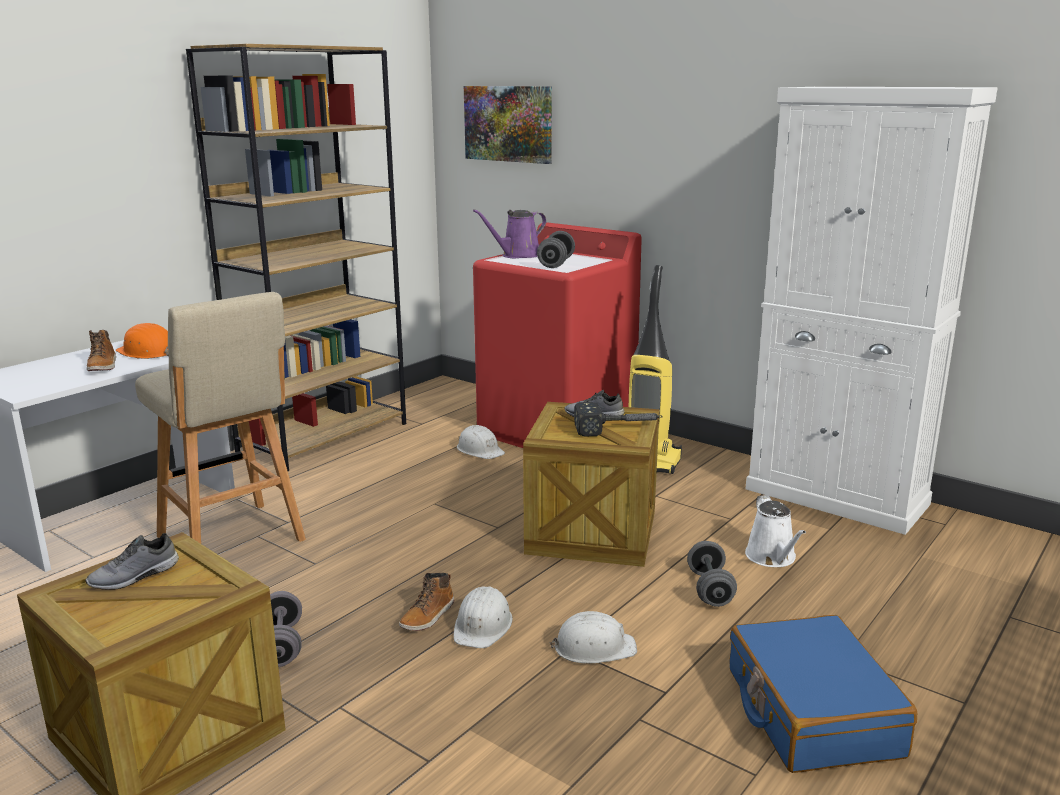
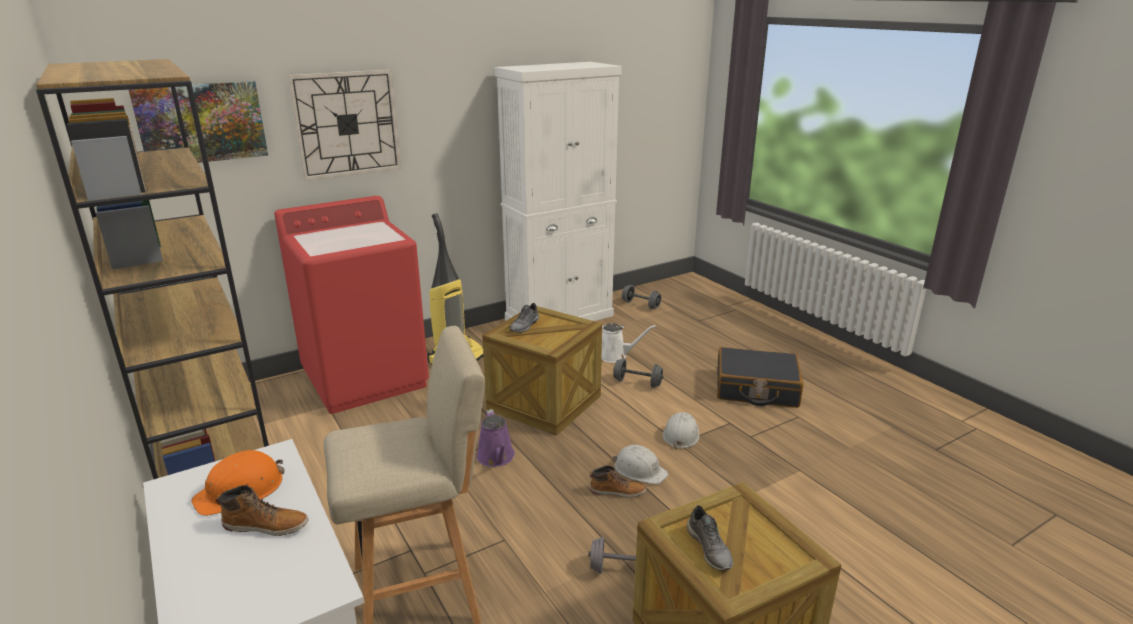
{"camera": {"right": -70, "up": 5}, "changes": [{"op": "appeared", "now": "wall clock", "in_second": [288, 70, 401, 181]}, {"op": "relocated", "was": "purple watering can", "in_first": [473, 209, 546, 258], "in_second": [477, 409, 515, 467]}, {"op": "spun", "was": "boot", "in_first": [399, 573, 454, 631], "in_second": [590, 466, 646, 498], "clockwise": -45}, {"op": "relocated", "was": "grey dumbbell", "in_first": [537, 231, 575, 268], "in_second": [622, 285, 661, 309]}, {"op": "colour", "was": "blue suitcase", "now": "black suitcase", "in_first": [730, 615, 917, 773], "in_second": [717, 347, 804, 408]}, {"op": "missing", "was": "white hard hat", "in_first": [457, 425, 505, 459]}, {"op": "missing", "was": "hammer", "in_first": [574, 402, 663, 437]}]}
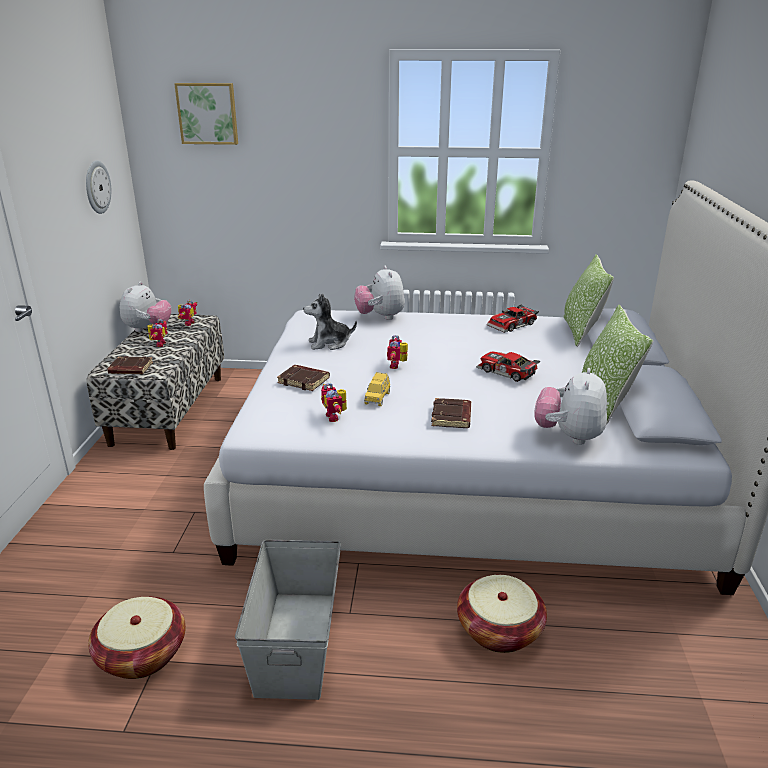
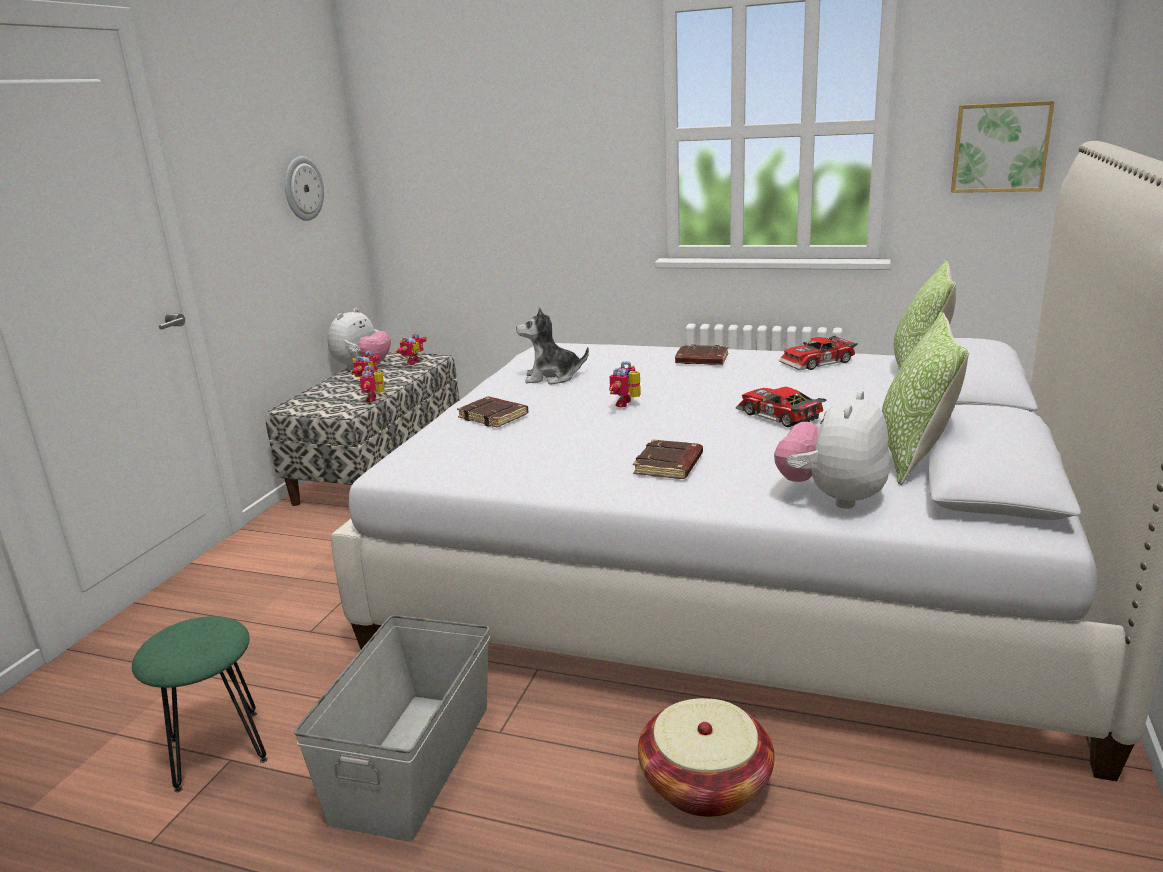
{"camera": {"right": 15, "up": -5}, "changes": [{"op": "exchanged", "was": "basket", "now": "green stool", "in_first": [88, 596, 186, 679], "in_second": [132, 616, 268, 792]}, {"op": "relocated", "was": "toy robot", "in_first": [321, 383, 347, 422], "in_second": [360, 365, 385, 402]}, {"op": "relocated", "was": "brown book", "in_first": [107, 356, 153, 374], "in_second": [675, 345, 728, 365]}, {"op": "relocated", "was": "picture", "in_first": [174, 83, 238, 145], "in_second": [951, 101, 1055, 193]}, {"op": "missing", "was": "plush toy", "in_first": [354, 265, 405, 320]}, {"op": "missing", "was": "yellow toy car", "in_first": [364, 372, 390, 406]}]}
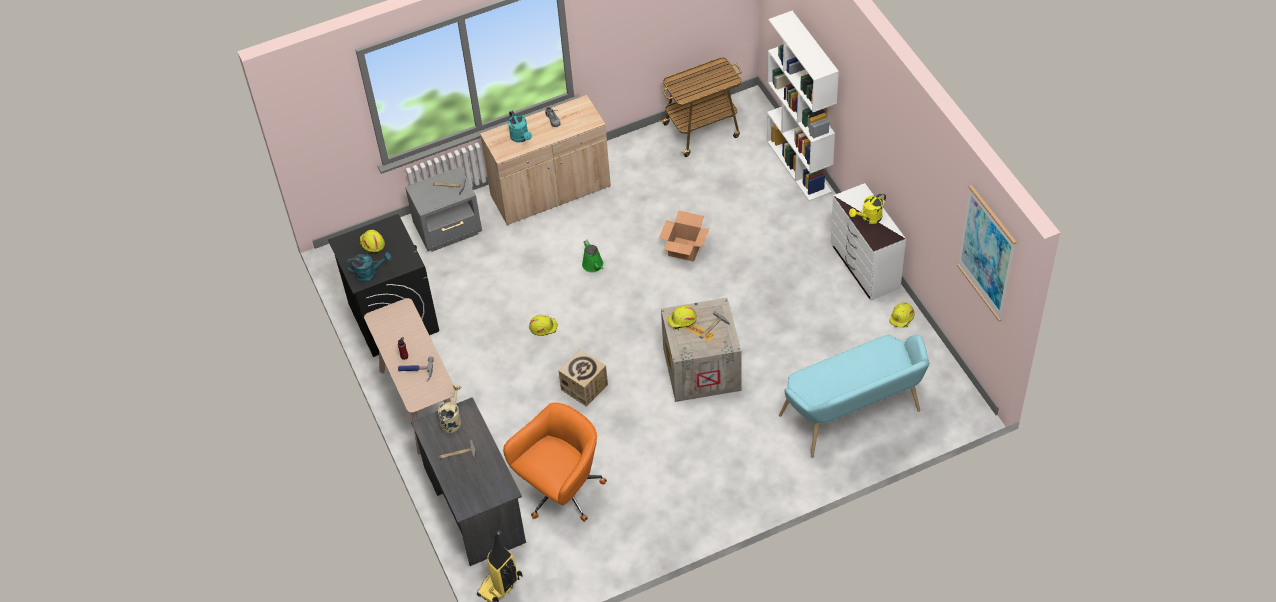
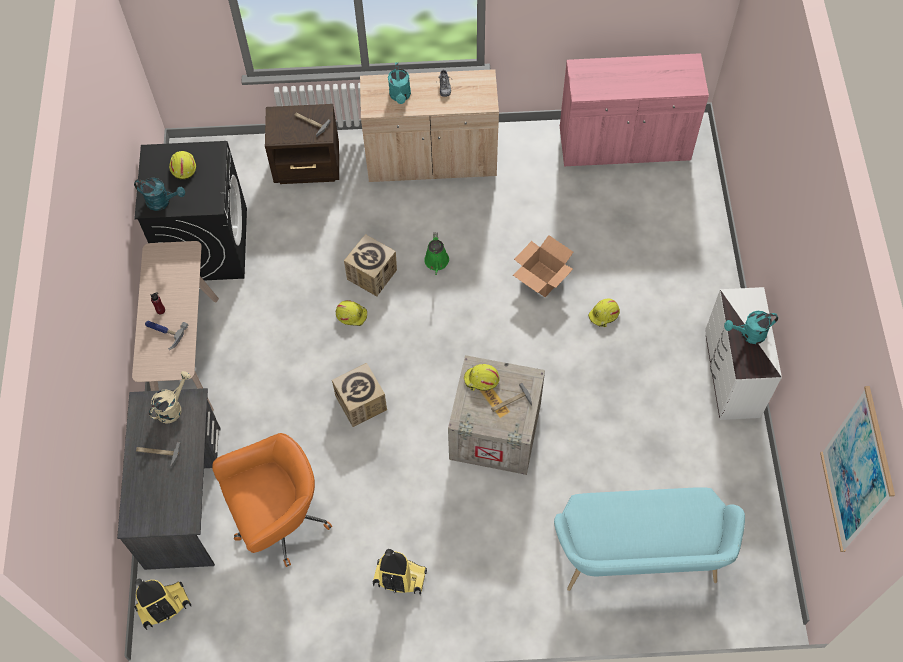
{"camera": {"right": 20, "up": 10}, "changes": [{"op": "colour", "was": "grey nightstand", "now": "brown nightstand", "in_first": [405, 167, 482, 252], "in_second": [265, 104, 339, 184]}, {"op": "appeared", "now": "cardboard box", "in_second": [344, 234, 397, 297]}, {"op": "appeared", "now": "vacuum cleaner", "in_second": [373, 549, 427, 595]}, {"op": "exchanged", "was": "cart", "now": "pink cabinet", "in_first": [660, 57, 742, 157], "in_second": [560, 53, 709, 166]}, {"op": "relocated", "was": "yellow hard hat", "in_first": [890, 302, 915, 328], "in_second": [588, 299, 620, 327]}, {"op": "colour", "was": "yellow watering can", "now": "turquoise watering can", "in_first": [849, 193, 886, 224], "in_second": [724, 311, 778, 344]}, {"op": "missing", "was": "white bookcase", "in_first": [767, 11, 839, 201]}]}
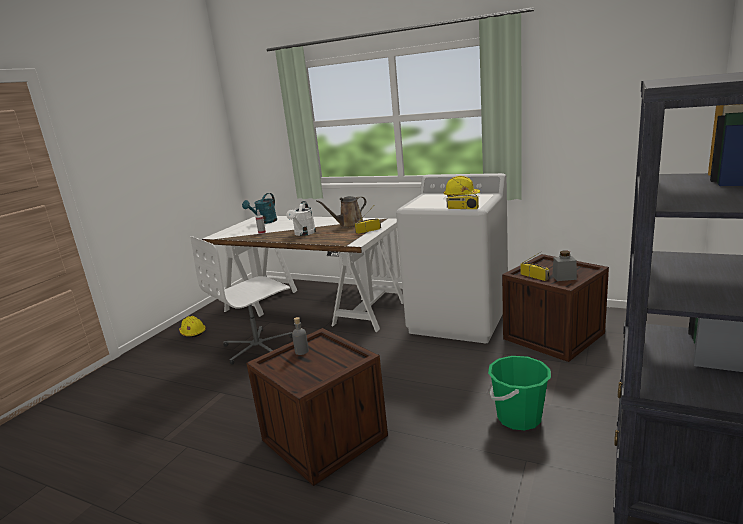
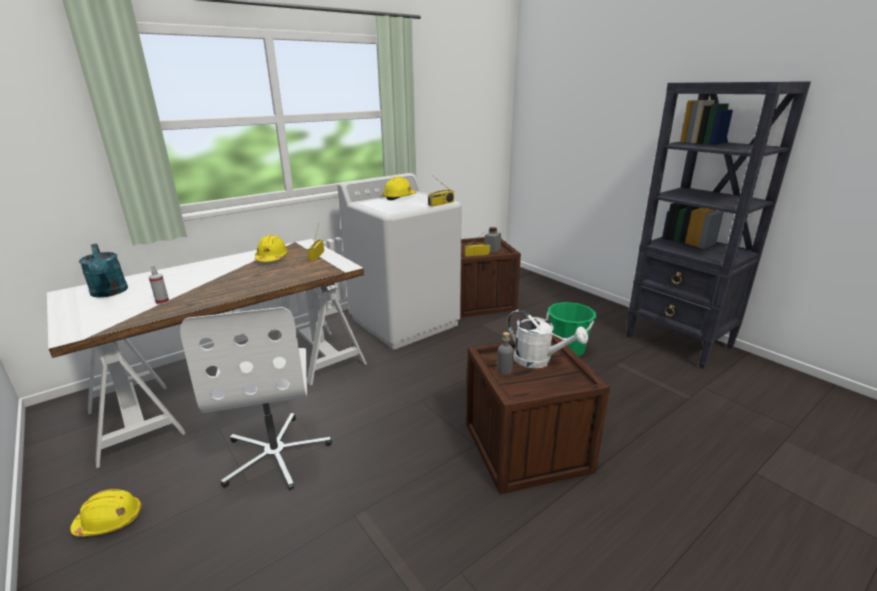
{"camera": {"right": -65, "up": 5}, "changes": [{"op": "exchanged", "was": "brown watering can", "now": "yellow hard hat", "in_first": [316, 196, 366, 228], "in_second": [255, 235, 288, 262]}, {"op": "relocated", "was": "white watering can", "in_first": [286, 201, 316, 236], "in_second": [507, 309, 588, 368]}]}
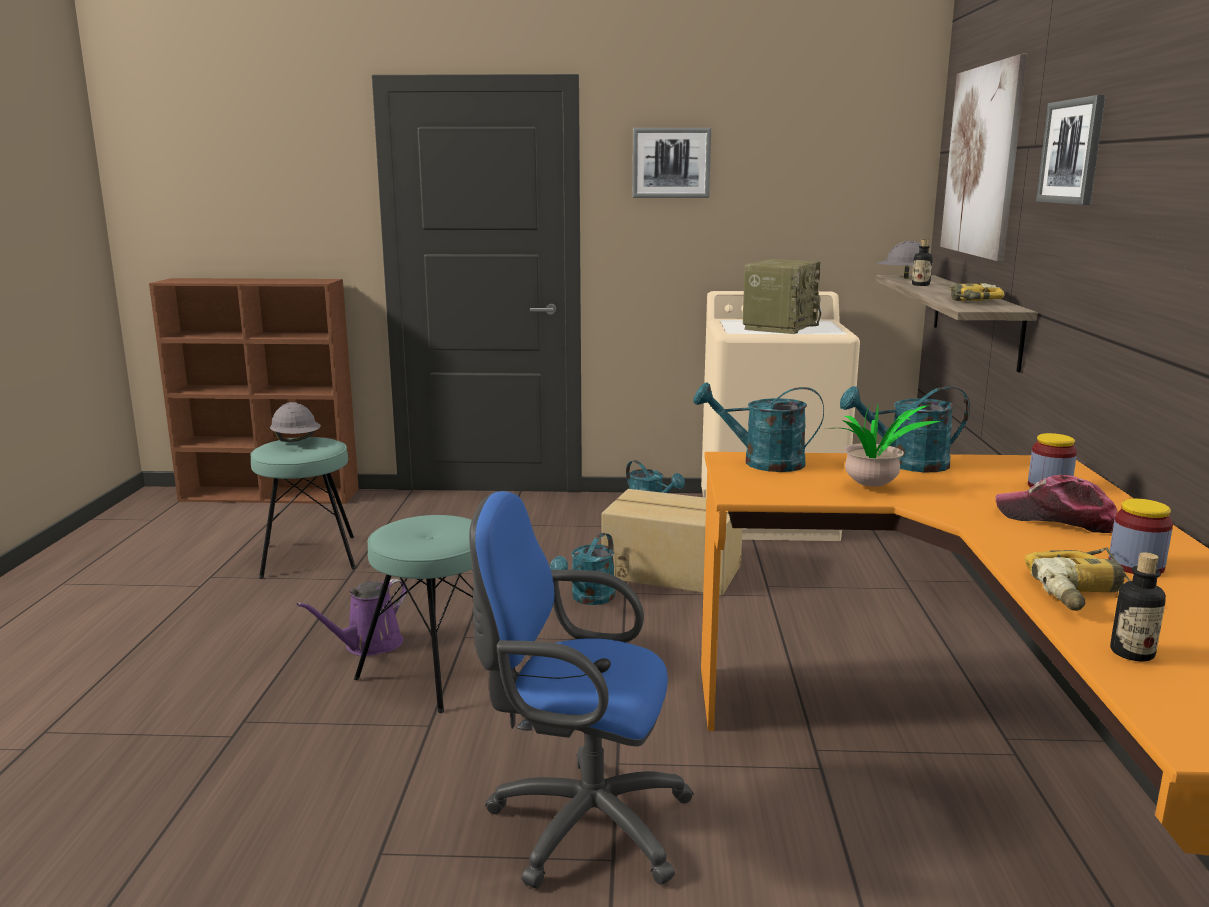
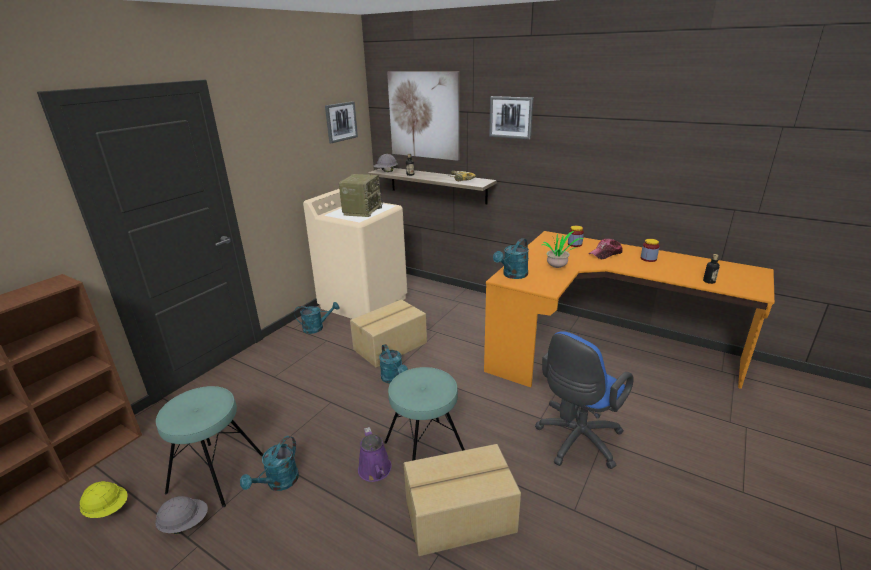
{"camera": {"right": -60, "up": 10}, "changes": [{"op": "appeared", "now": "yellow hard hat", "in_second": [80, 481, 128, 518]}, {"op": "relocated", "was": "grey hard hat", "in_first": [270, 402, 321, 442], "in_second": [155, 496, 208, 534]}, {"op": "relocated", "was": "turquoise watering can", "in_first": [840, 386, 970, 472], "in_second": [240, 436, 299, 491]}, {"op": "relocated", "was": "picture", "in_first": [633, 128, 711, 198], "in_second": [325, 101, 358, 143]}, {"op": "spun", "was": "radio", "in_first": [743, 259, 821, 334], "in_second": [339, 174, 383, 217], "clockwise": 45}, {"op": "appeared", "now": "cardboard box", "in_second": [404, 444, 521, 556]}, {"op": "missing", "was": "power drill", "in_first": [1025, 547, 1131, 611]}]}
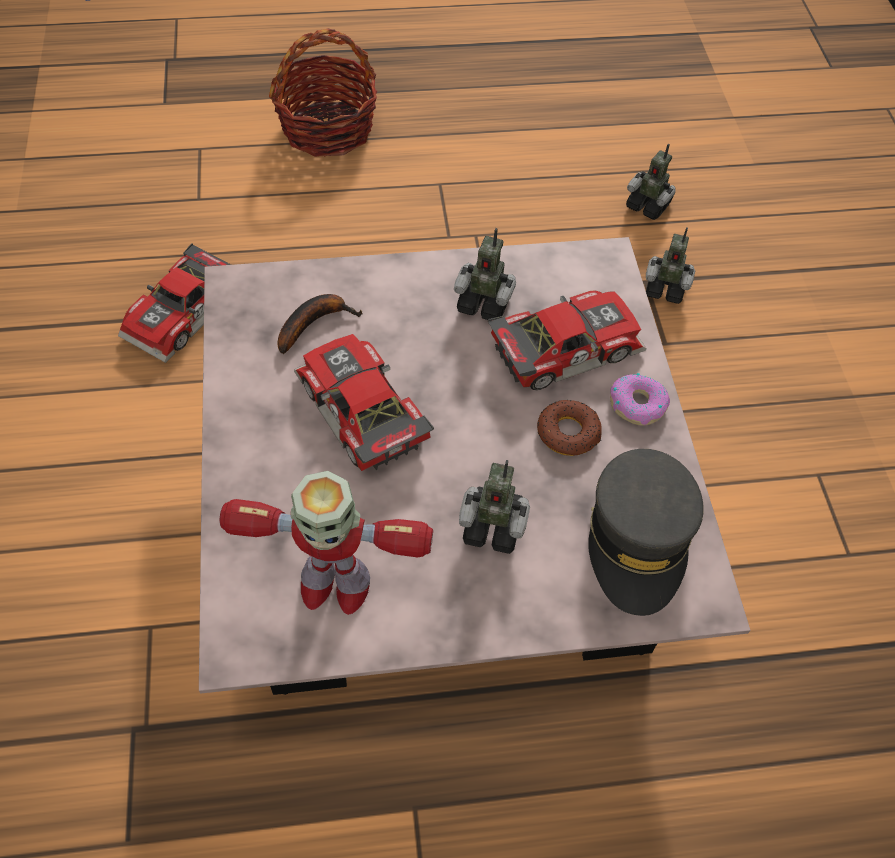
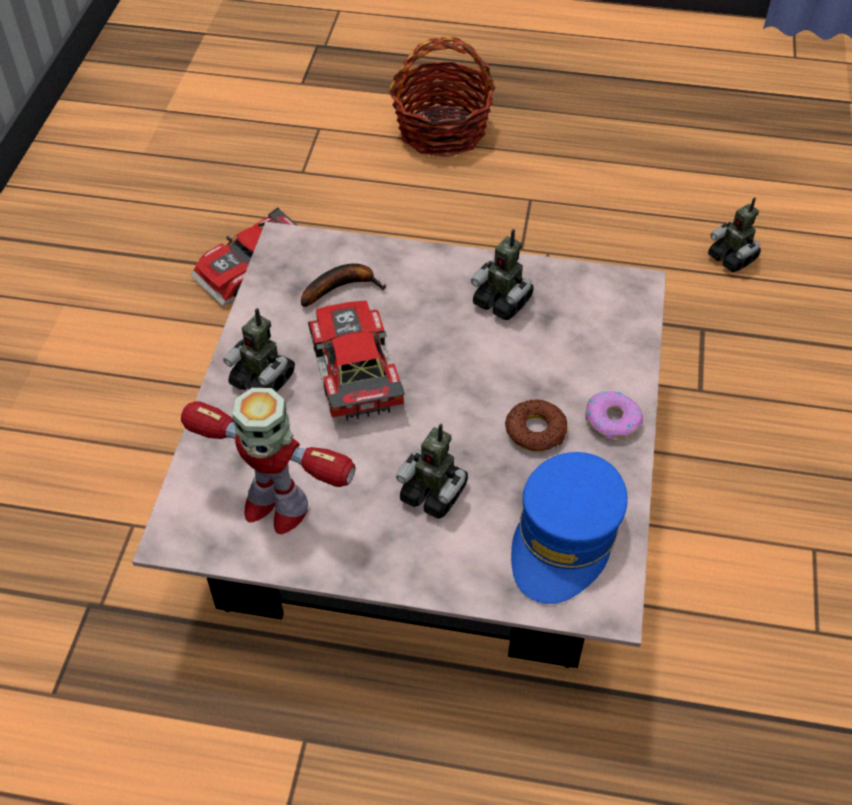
{"camera": {"right": 20, "up": -5}, "changes": [{"op": "relocated", "was": "toy robot", "in_first": [646, 227, 695, 304], "in_second": [223, 308, 295, 392]}, {"op": "colour", "was": "grey cap", "now": "blue cap", "in_first": [588, 449, 704, 616], "in_second": [511, 452, 628, 604]}, {"op": "missing", "was": "toy car", "in_first": [488, 290, 647, 390]}]}
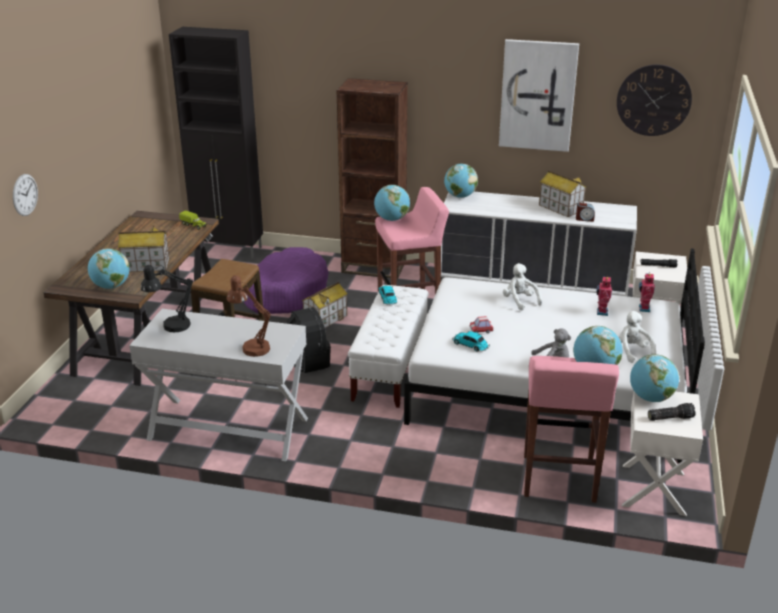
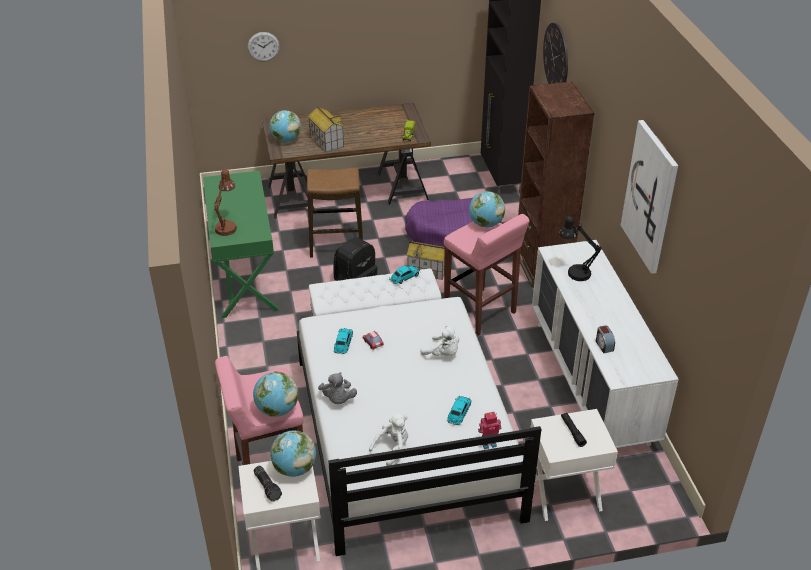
{"camera": {"right": 65, "up": 10}, "changes": [{"op": "colour", "was": "white console table", "now": "green console table", "in_first": [129, 309, 308, 461], "in_second": [203, 171, 280, 318]}, {"op": "spun", "was": "white plush toy", "in_first": [503, 263, 542, 311], "in_second": [420, 325, 459, 356], "clockwise": 90}, {"op": "exchanged", "was": "toy robot", "now": "toy car", "in_first": [596, 277, 612, 316], "in_second": [447, 396, 472, 425]}, {"op": "relocated", "was": "wall clock", "in_first": [617, 64, 692, 136], "in_second": [543, 23, 568, 84]}, {"op": "relocated", "was": "black table lamp", "in_first": [141, 265, 193, 332], "in_second": [559, 216, 602, 281]}, {"op": "missing", "was": "globe", "in_first": [444, 164, 478, 198]}, {"op": "missing", "was": "toy house", "in_first": [539, 171, 587, 217]}]}
